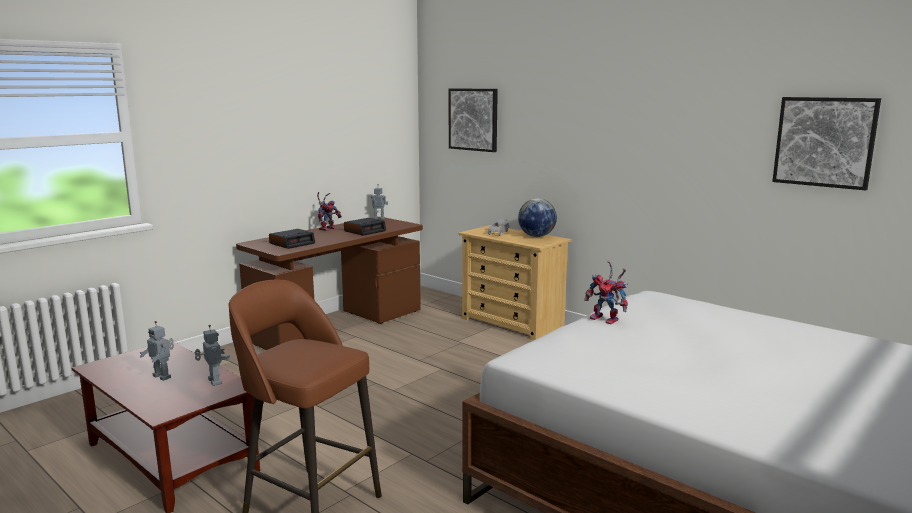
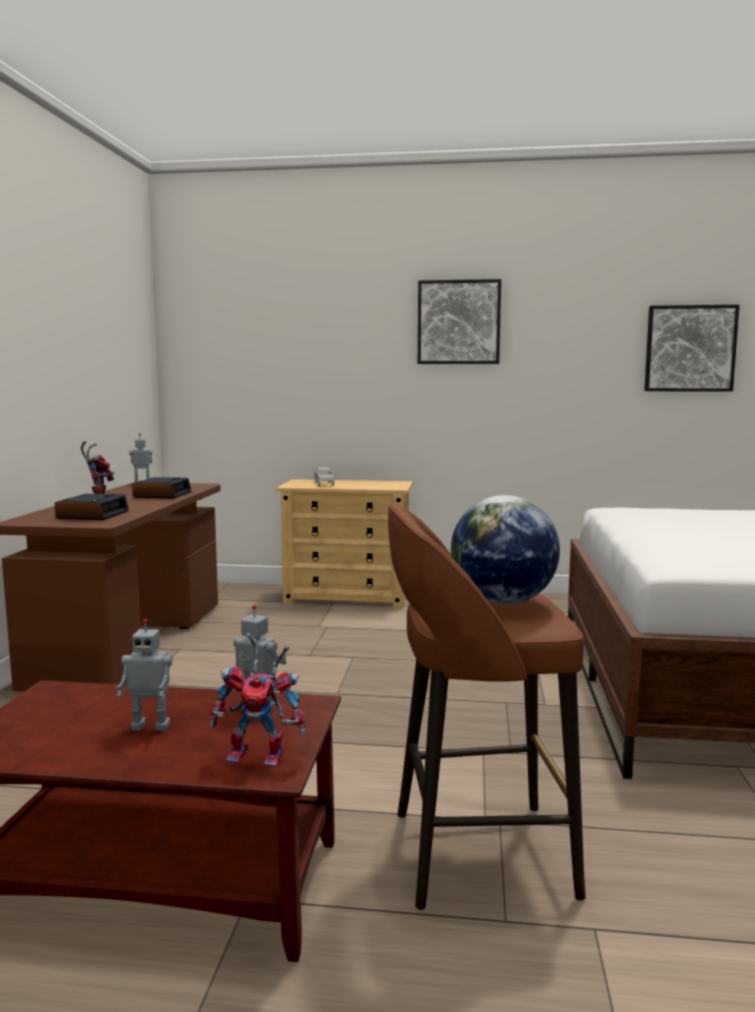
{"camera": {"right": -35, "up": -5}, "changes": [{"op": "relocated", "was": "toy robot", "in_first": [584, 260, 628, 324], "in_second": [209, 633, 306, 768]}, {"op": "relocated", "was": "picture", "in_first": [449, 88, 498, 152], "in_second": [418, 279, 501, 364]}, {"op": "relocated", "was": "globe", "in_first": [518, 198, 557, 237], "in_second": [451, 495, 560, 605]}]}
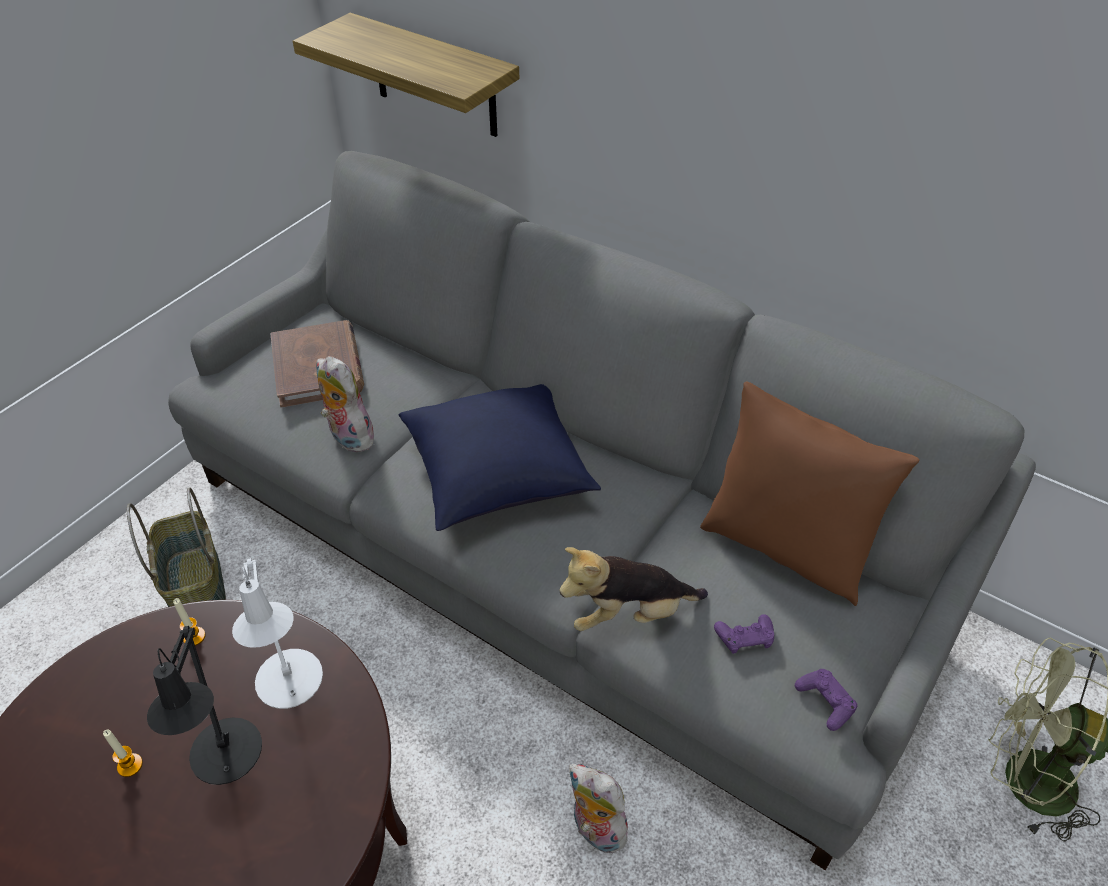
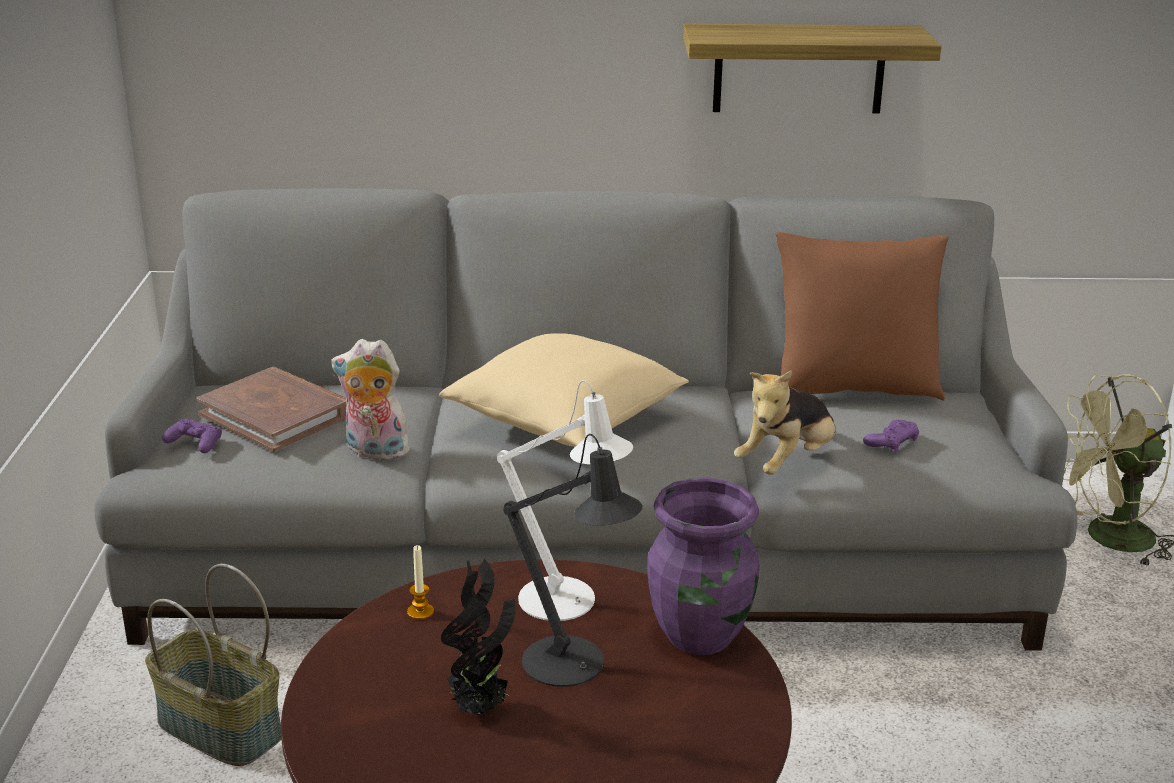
{"camera": {"right": -35, "up": -20}, "changes": [{"op": "relocated", "was": "purple game controller", "in_first": [795, 669, 857, 731], "in_second": [162, 419, 222, 453]}, {"op": "colour", "was": "blue pillow", "now": "beige pillow", "in_first": [399, 384, 601, 531], "in_second": [439, 333, 689, 447]}, {"op": "exchanged", "was": "candle", "now": "potted plant", "in_first": [103, 729, 143, 777], "in_second": [441, 559, 516, 714]}, {"op": "appeared", "now": "purple vase", "in_second": [647, 478, 760, 655]}, {"op": "relocated", "was": "shelf", "in_first": [293, 13, 519, 137], "in_second": [683, 24, 942, 113]}, {"op": "missing", "was": "plush toy", "in_first": [568, 764, 633, 853]}]}
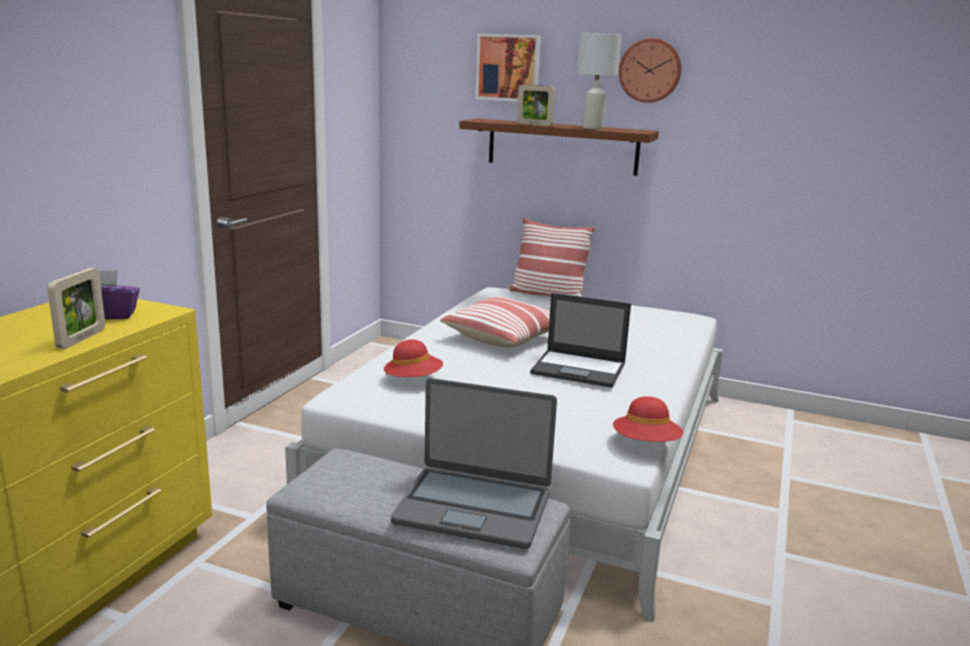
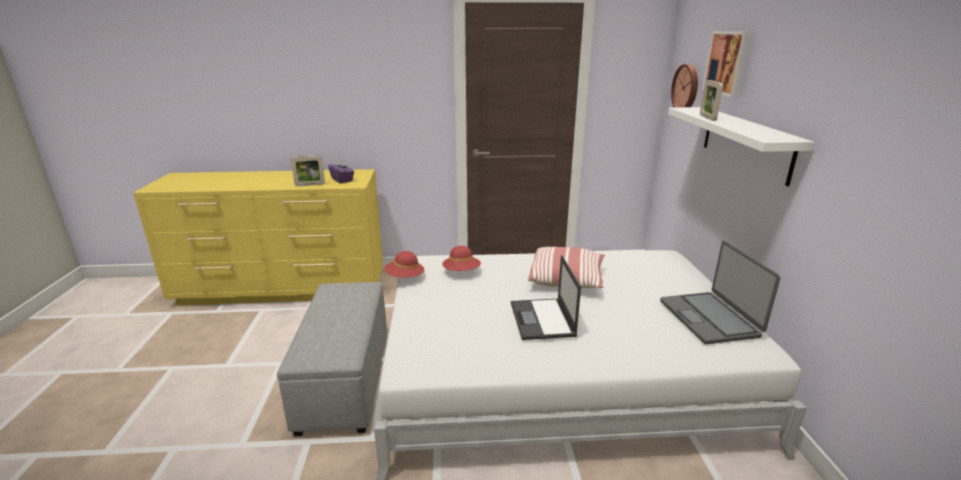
{"camera": {"right": 65, "up": 5}, "changes": [{"op": "relocated", "was": "red hat", "in_first": [613, 396, 683, 442], "in_second": [384, 251, 425, 278]}, {"op": "relocated", "was": "laptop", "in_first": [391, 378, 557, 549], "in_second": [660, 241, 781, 344]}, {"op": "colour", "was": "brown shelf", "now": "white shelf", "in_first": [459, 119, 659, 176], "in_second": [668, 107, 815, 186]}, {"op": "relocated", "was": "wall clock", "in_first": [619, 38, 681, 103], "in_second": [671, 64, 698, 107]}, {"op": "missing", "was": "pillow", "in_first": [509, 218, 595, 297]}, {"op": "missing", "was": "white table lamp", "in_first": [577, 33, 621, 129]}]}
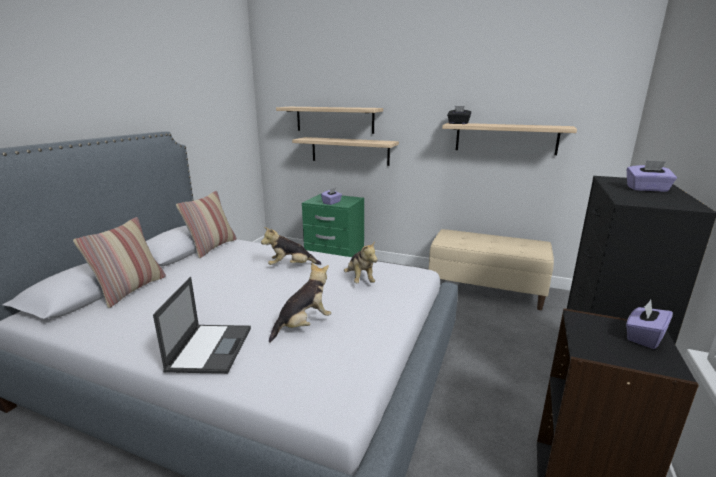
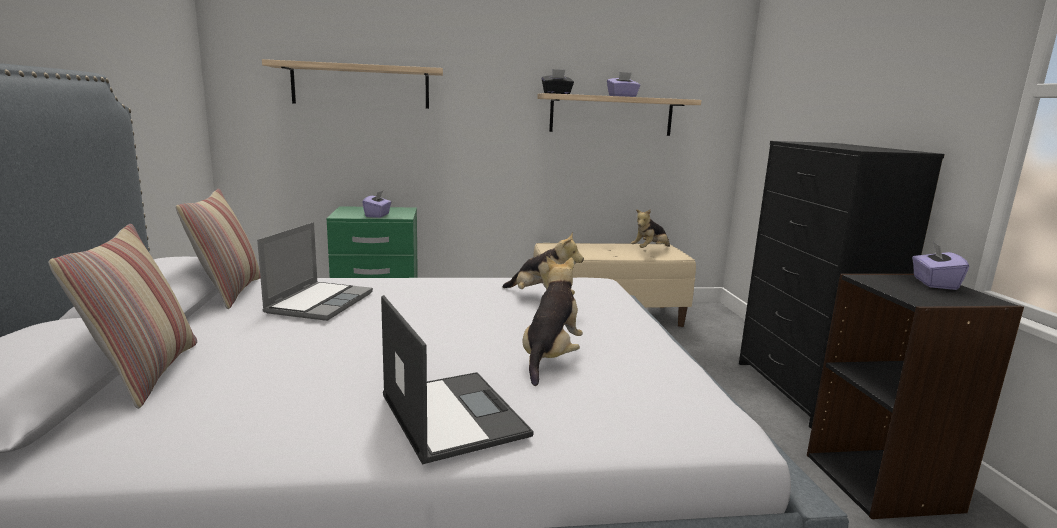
{"camera": {"right": -30, "up": -5}, "changes": [{"op": "appeared", "now": "laptop", "in_second": [257, 222, 373, 321]}, {"op": "relocated", "was": "purple tissue box", "in_first": [627, 160, 677, 192], "in_second": [607, 72, 641, 97]}, {"op": "relocated", "was": "plush toy", "in_first": [261, 227, 321, 265], "in_second": [631, 209, 670, 248]}, {"op": "missing", "was": "shelf", "in_first": [292, 137, 399, 166]}]}
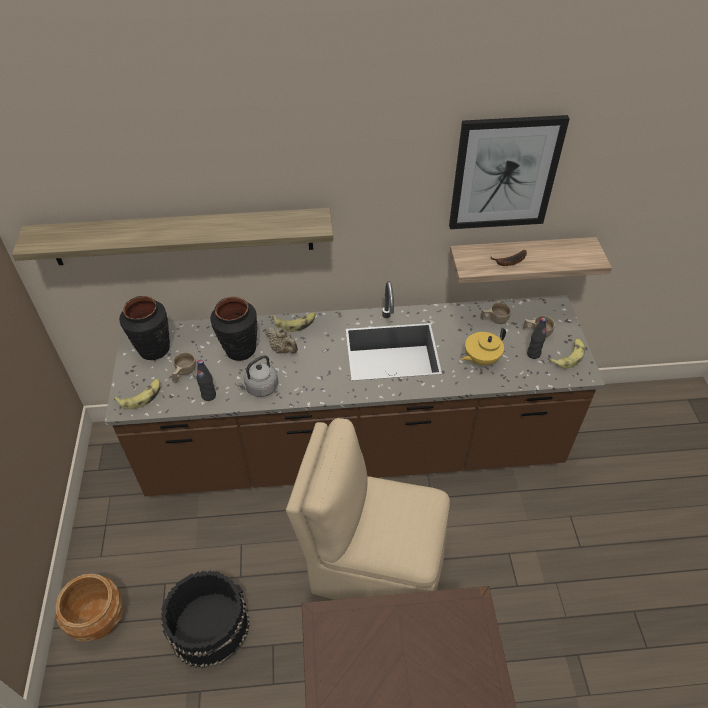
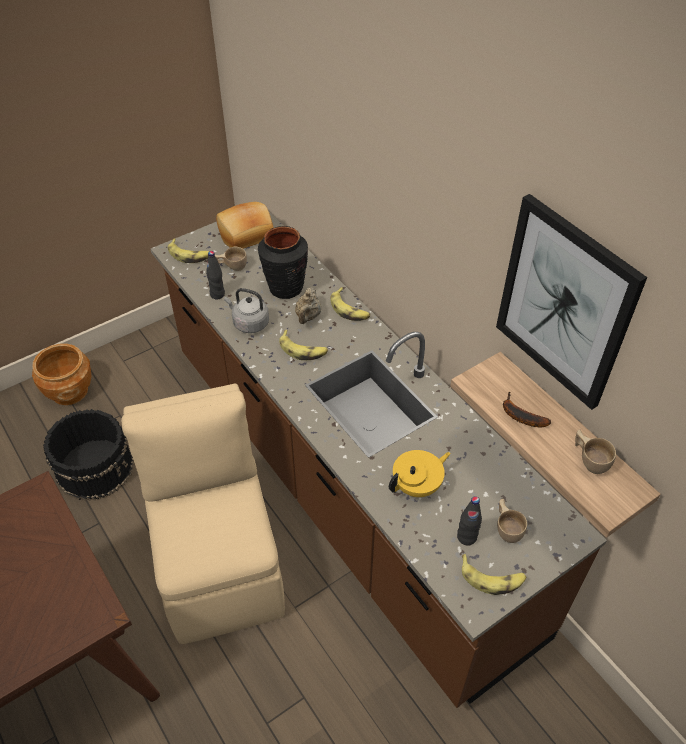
{"camera": {"right": 60, "up": 0}, "changes": [{"op": "exchanged", "was": "black vase", "now": "bread", "in_first": [119, 296, 170, 360], "in_second": [216, 202, 274, 249]}, {"op": "appeared", "now": "banana", "in_second": [279, 330, 328, 360]}, {"op": "spun", "was": "yellow teapot", "in_first": [461, 328, 506, 365], "in_second": [389, 450, 451, 497], "clockwise": 120}, {"op": "relocated", "was": "beige cup", "in_first": [480, 302, 511, 324], "in_second": [575, 429, 616, 474]}, {"op": "missing", "was": "shelf", "in_first": [12, 208, 333, 265]}]}
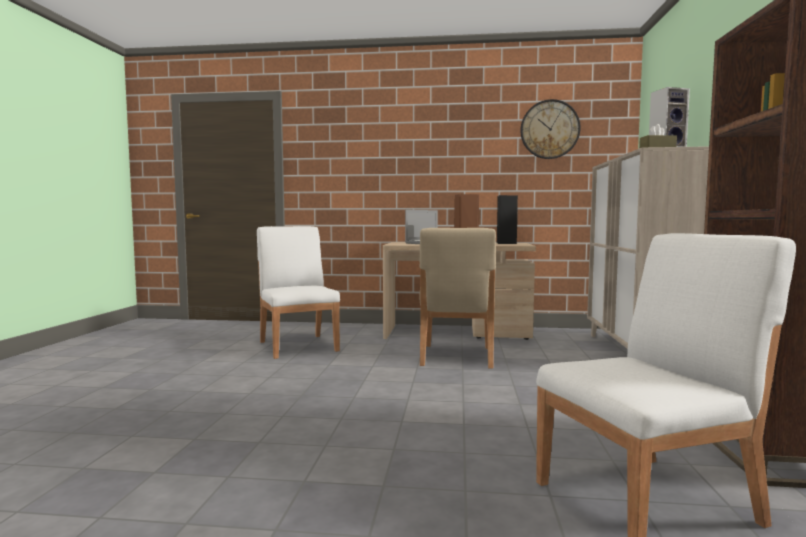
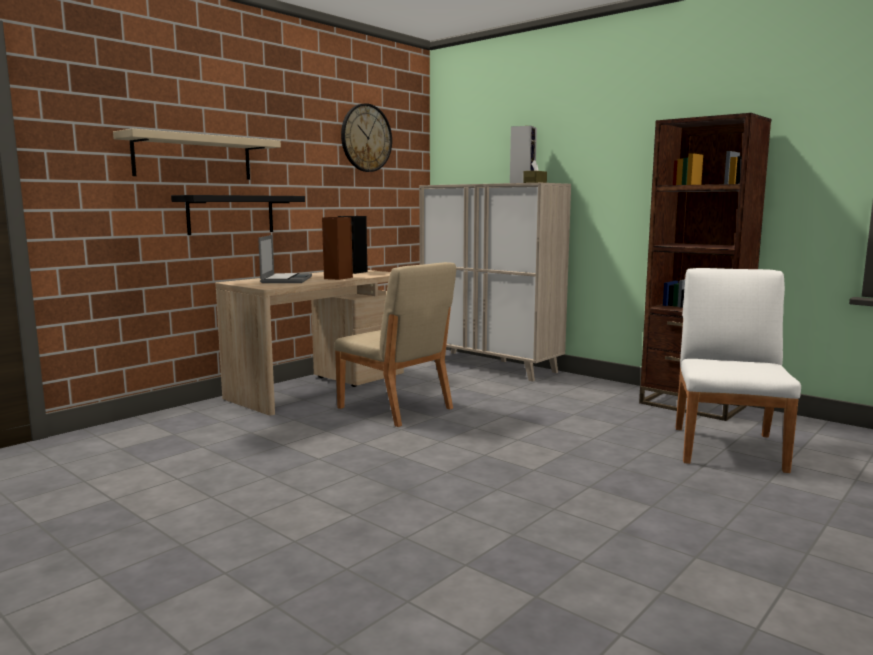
{"camera": {"right": -55, "up": 5}, "changes": [{"op": "appeared", "now": "beige shelf", "in_second": [113, 129, 281, 180]}, {"op": "appeared", "now": "black shelf", "in_second": [171, 195, 305, 235]}, {"op": "missing", "was": "white chair", "in_first": [257, 226, 340, 359]}]}
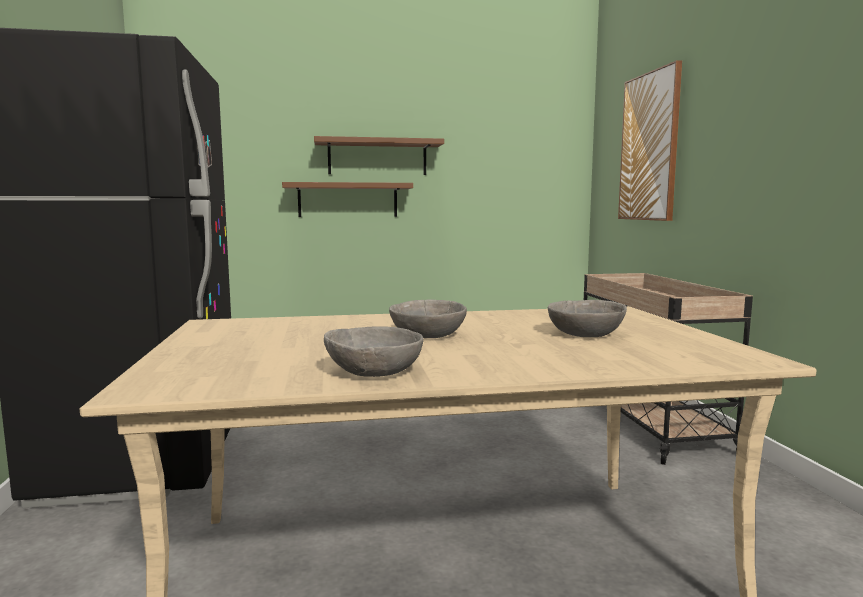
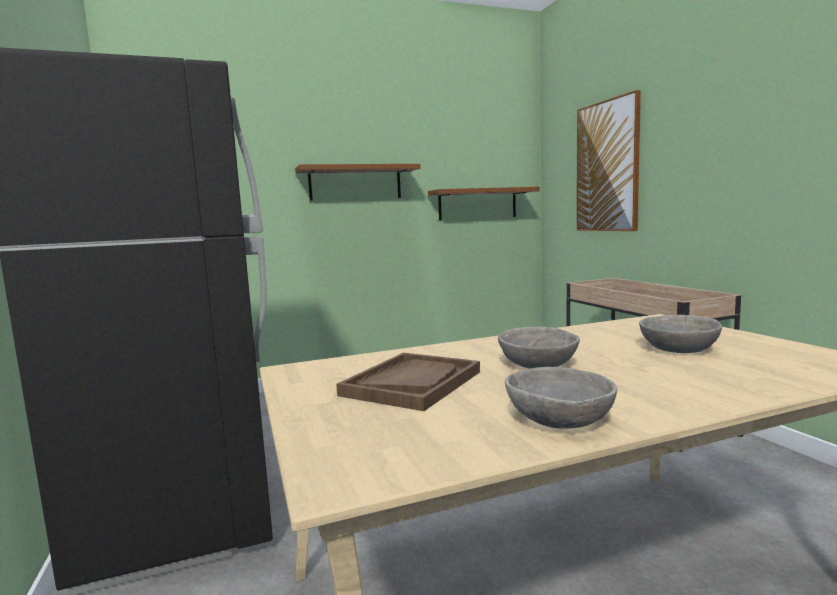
{"camera": {"right": -10, "up": 0}, "changes": [{"op": "appeared", "now": "brown tray", "in_second": [336, 353, 480, 411]}, {"op": "relocated", "was": "brown shelf", "in_first": [282, 182, 413, 217], "in_second": [428, 187, 540, 220]}]}
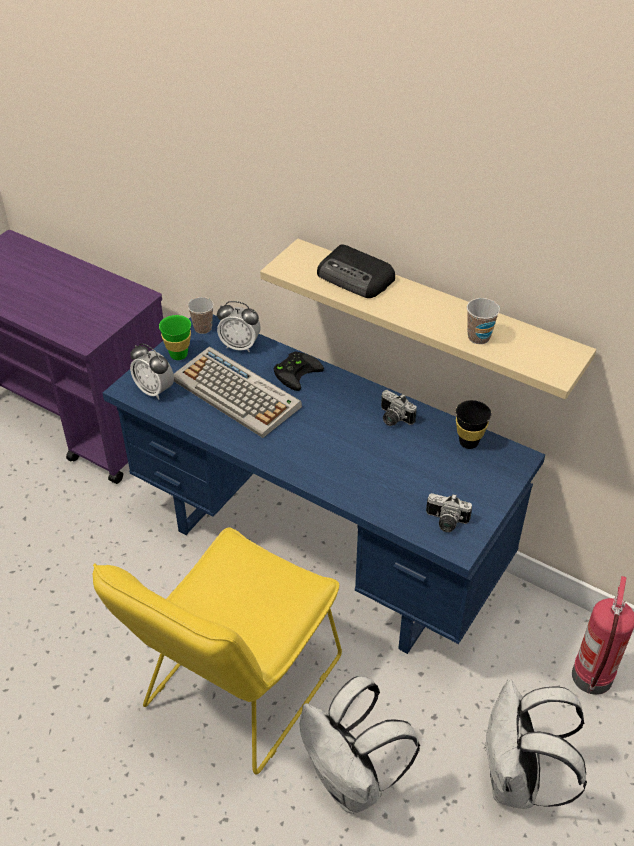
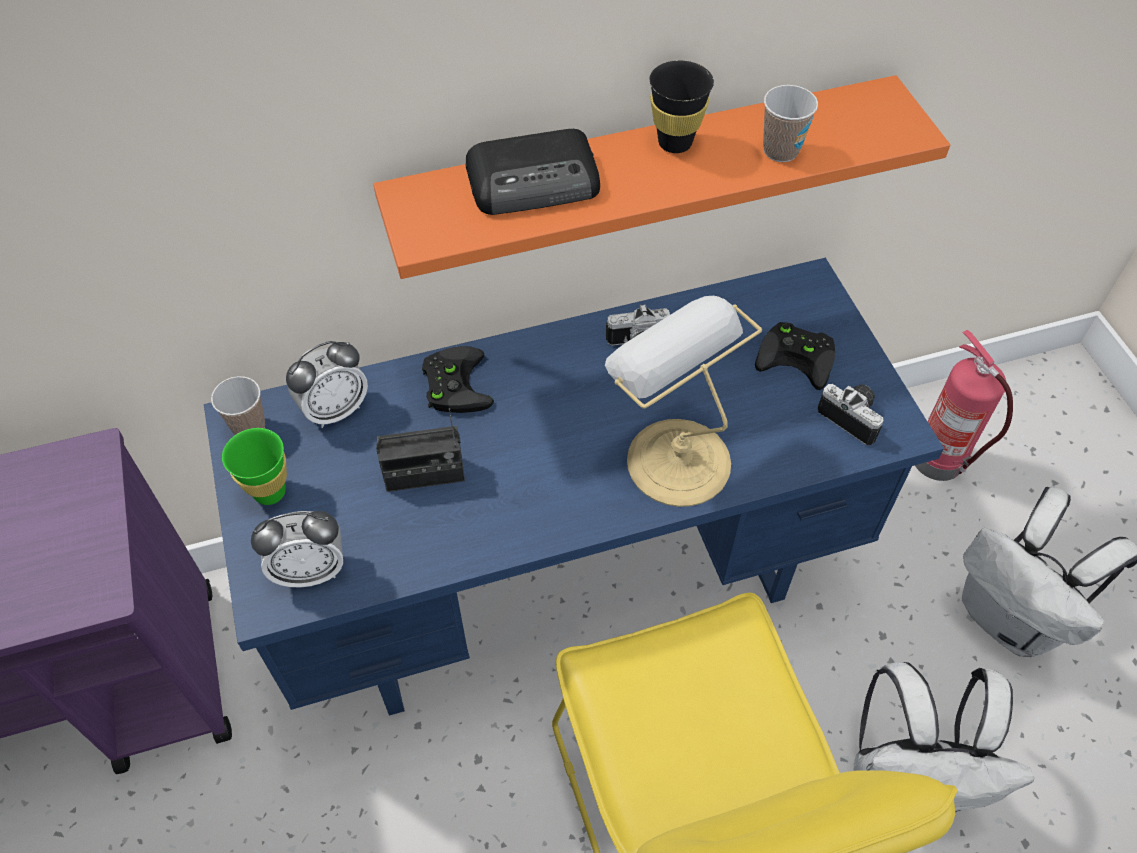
{"camera": {"right": -50, "up": 10}, "changes": [{"op": "colour", "was": "beige shelf", "now": "orange shelf", "in_first": [260, 239, 596, 400], "in_second": [373, 75, 950, 279]}, {"op": "exchanged", "was": "keyboard", "now": "radio", "in_first": [174, 347, 302, 438], "in_second": [376, 408, 465, 492]}, {"op": "appeared", "now": "table lamp", "in_second": [605, 296, 762, 507]}, {"op": "relocated", "was": "black cup", "in_first": [456, 400, 491, 449], "in_second": [649, 61, 714, 153]}, {"op": "appeared", "now": "black game controller", "in_second": [755, 322, 835, 390]}, {"op": "spun", "was": "photo camera", "in_first": [426, 493, 472, 532], "in_second": [818, 384, 884, 445], "clockwise": -105}]}
